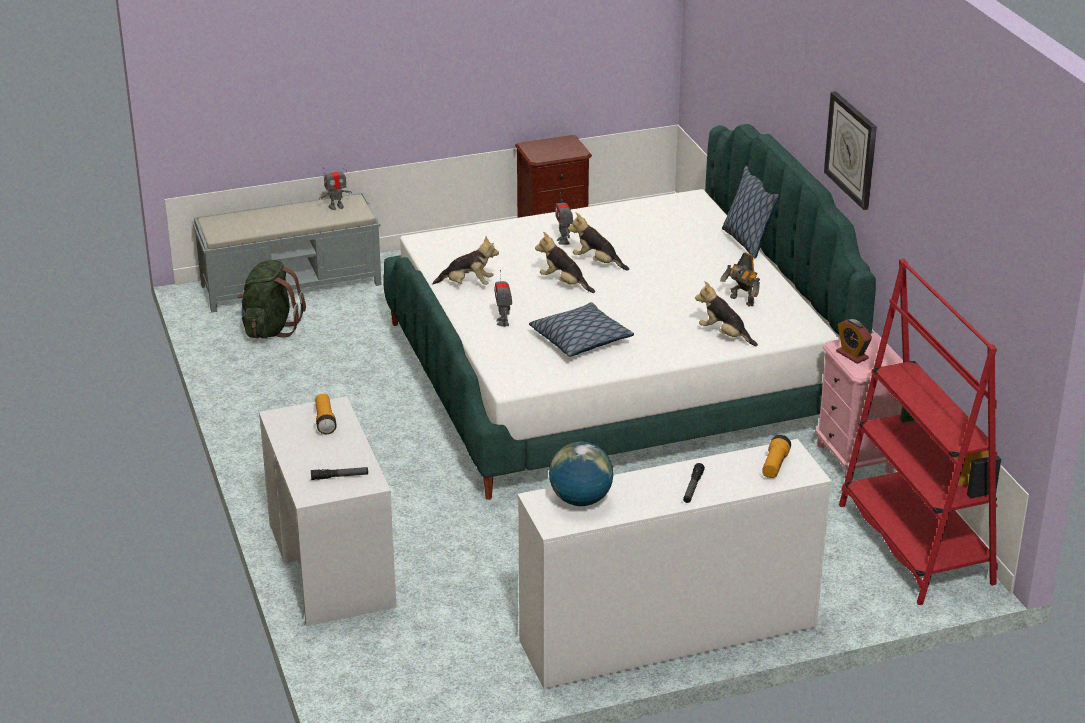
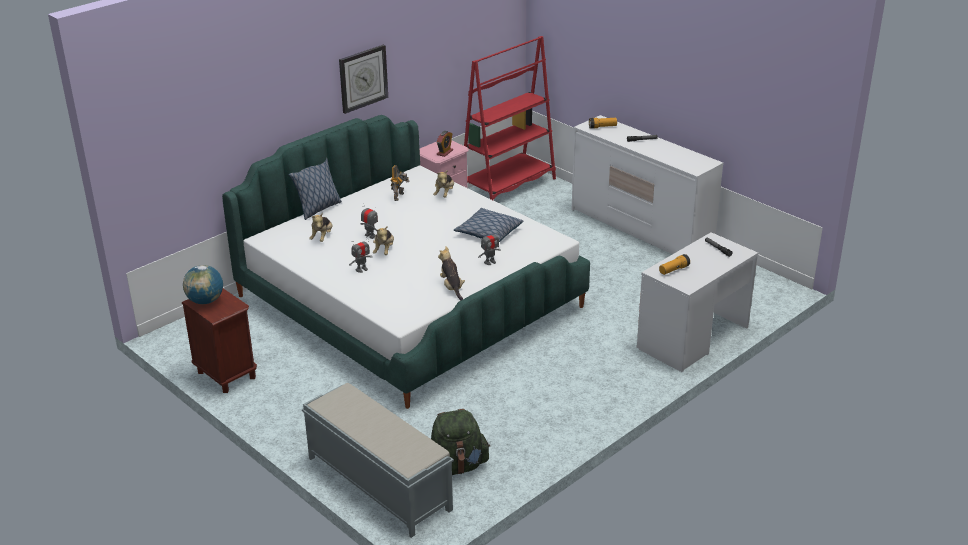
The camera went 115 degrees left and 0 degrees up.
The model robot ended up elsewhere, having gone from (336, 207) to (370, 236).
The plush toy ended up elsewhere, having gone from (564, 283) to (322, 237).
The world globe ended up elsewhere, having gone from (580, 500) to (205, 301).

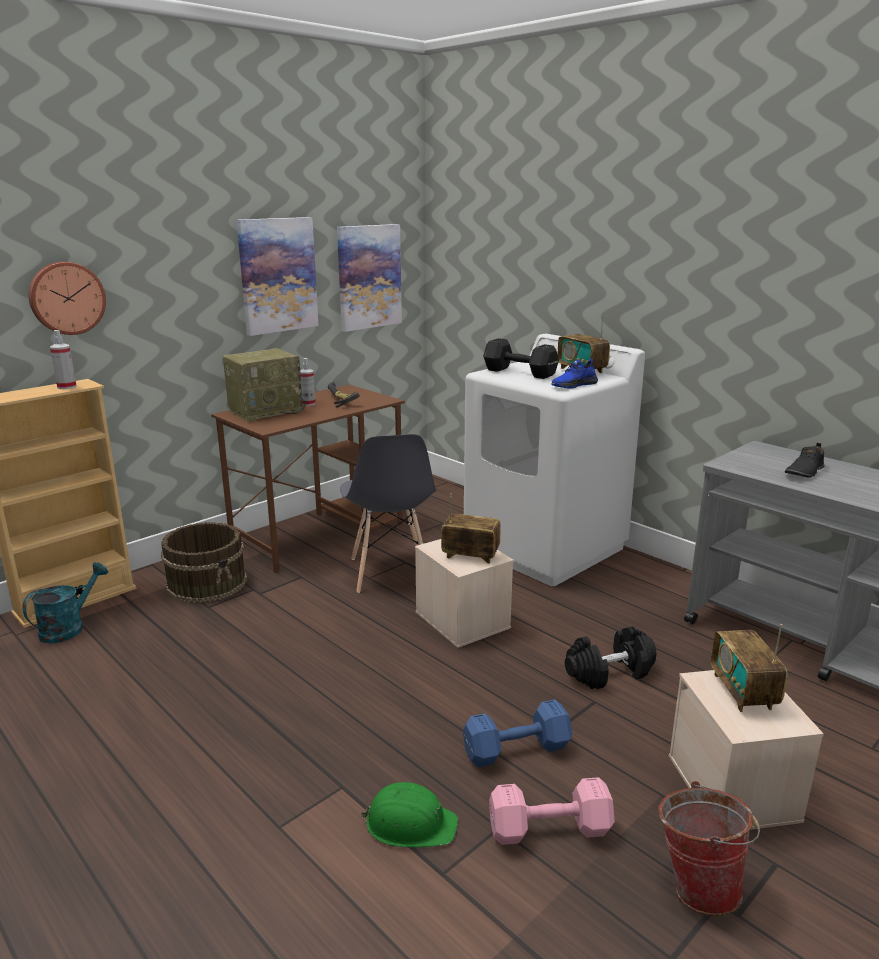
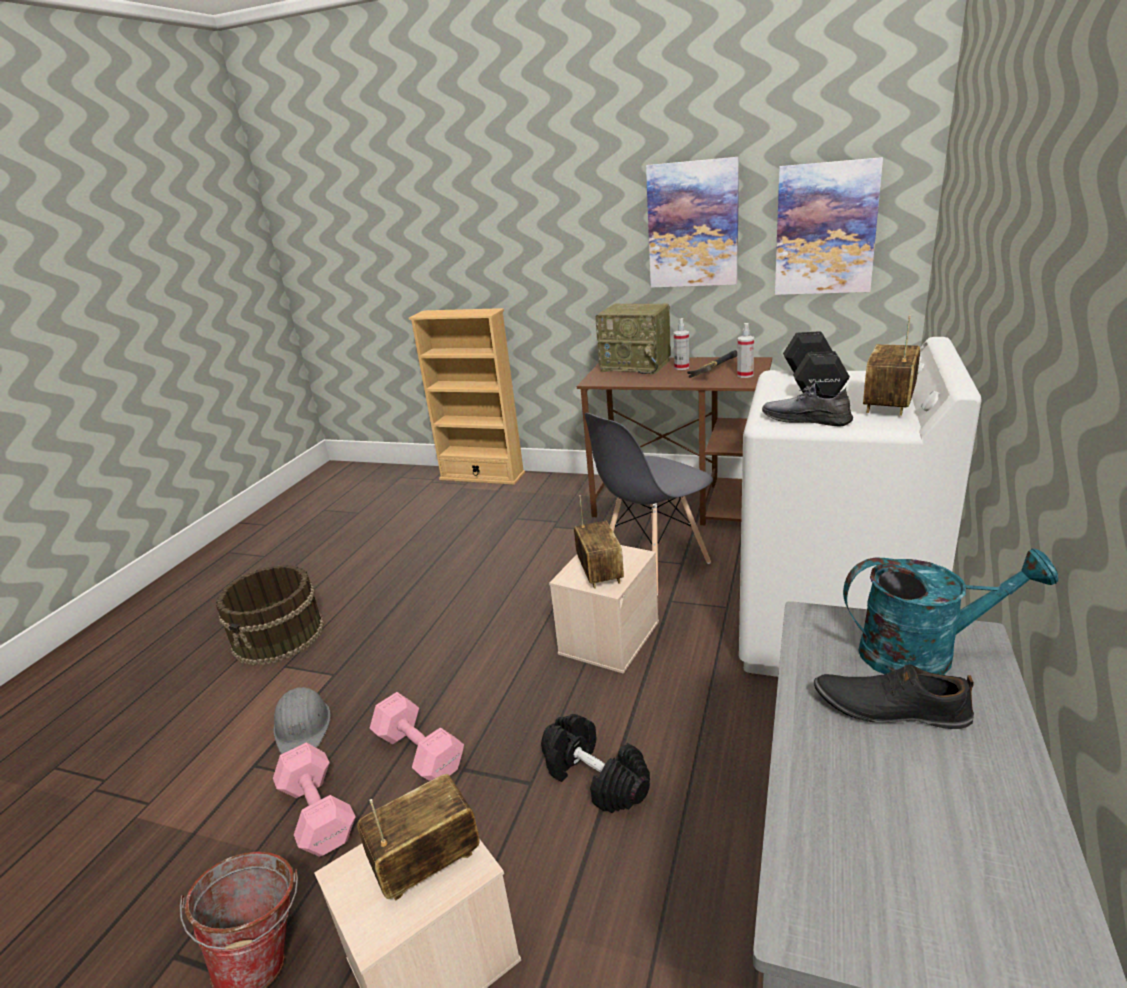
The camera went 65 degrees right and 5 degrees up.
The turquoise sprinkling can ended up elsewhere, having gone from (69, 627) to (923, 653).
The second view lost the hanging clock at (66, 298).
The hand sprayer ended up elsewhere, having gone from (67, 387) to (745, 375).
The brown-coloured water bucket ended up elsewhere, having gone from (207, 582) to (279, 635).
What was the green-coloured work helmet at (410, 824) turned into the greyish work helmet at (303, 726).
What was the blue-coloured hand weight at (519, 750) turned into the pink-coloured hand weight at (420, 754).
What was the blue-coloured low shoe at (573, 385) turned into the greyish low shoe at (806, 419).

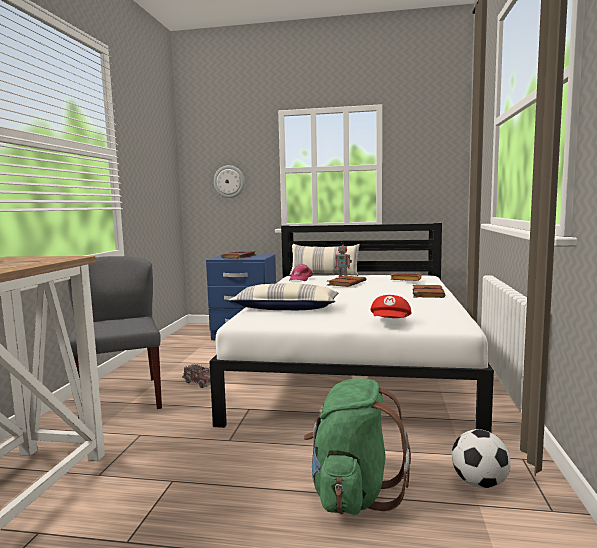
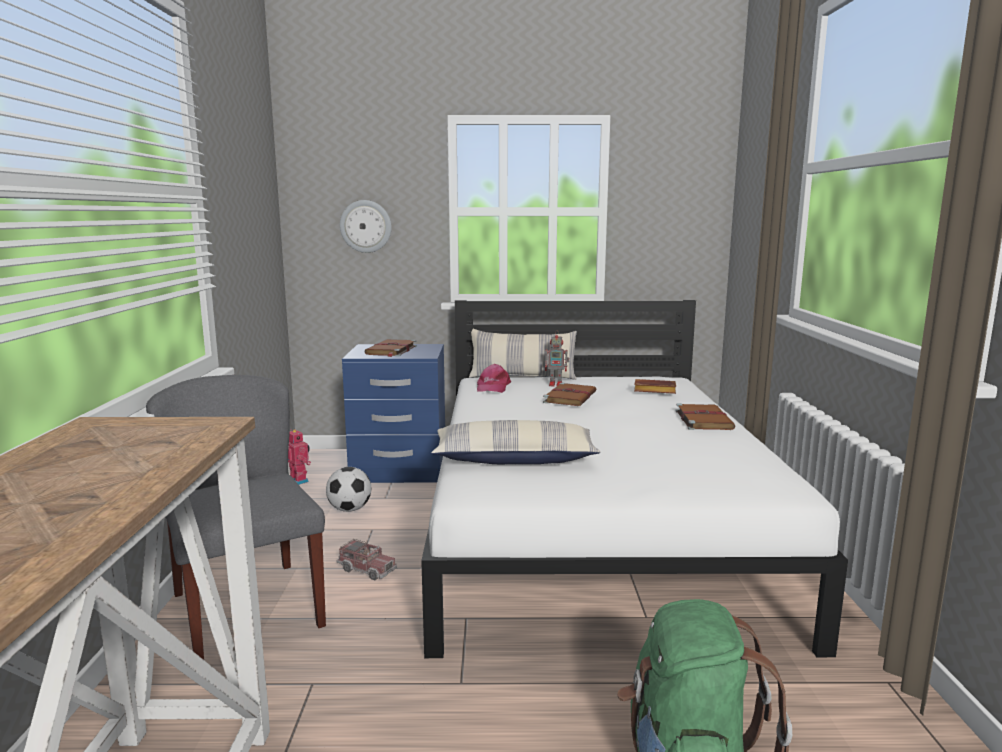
The camera went 10 degrees left and 5 degrees up.
The second view lost the red cap at (391, 323).
The ball for football ended up elsewhere, having gone from (479, 483) to (350, 509).
The second view gained the model robot at (299, 481).

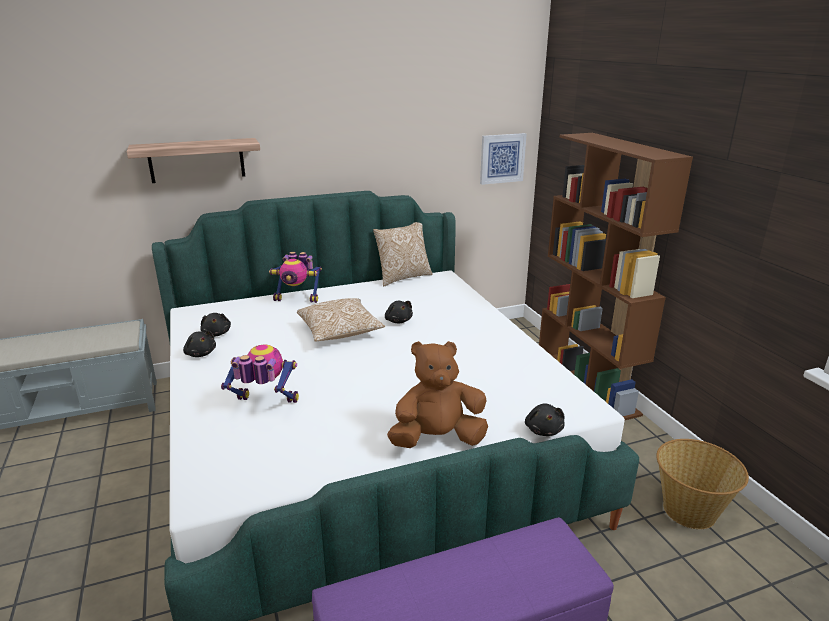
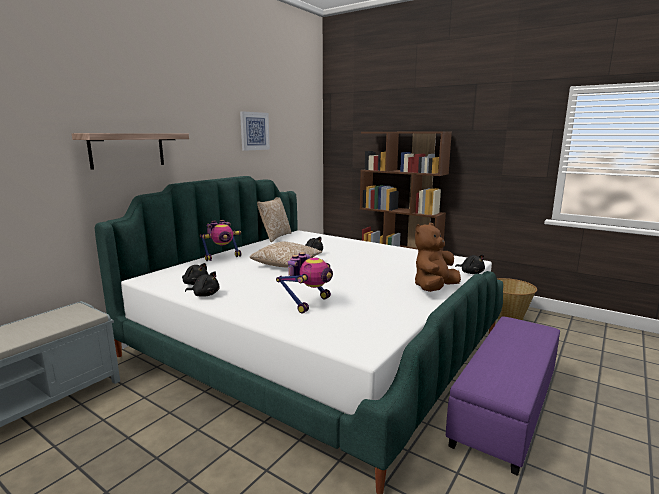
The camera went 35 degrees left and 10 degrees down.
The model robot at (265, 405) ended up facing another way, 150 degrees clockwise from before.
The picture ended up elsewhere, having gone from (502, 158) to (254, 131).

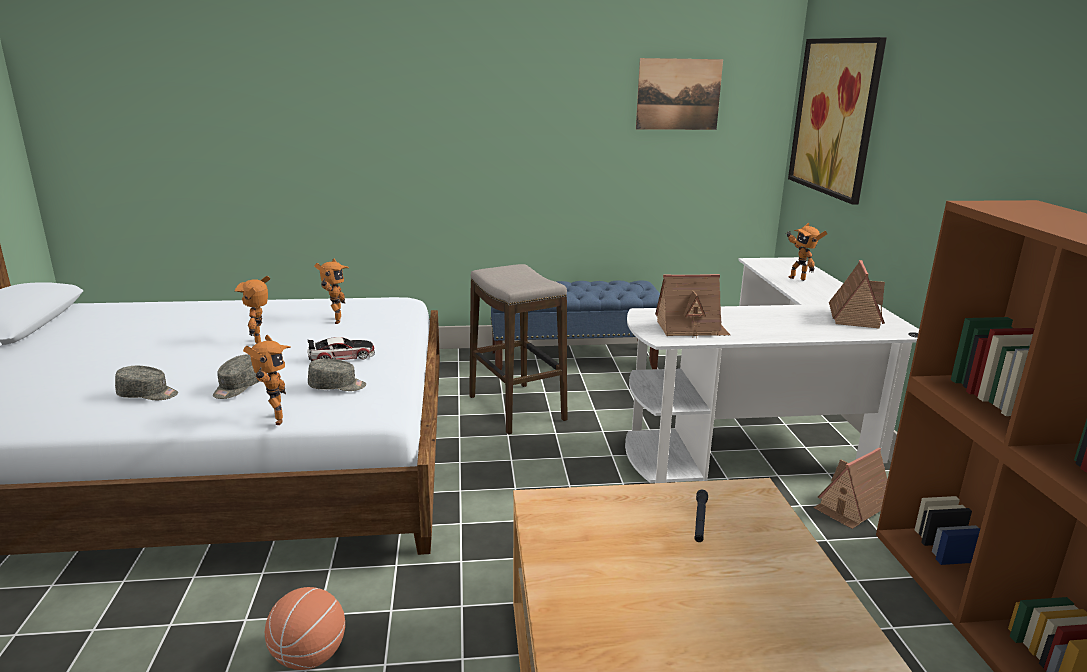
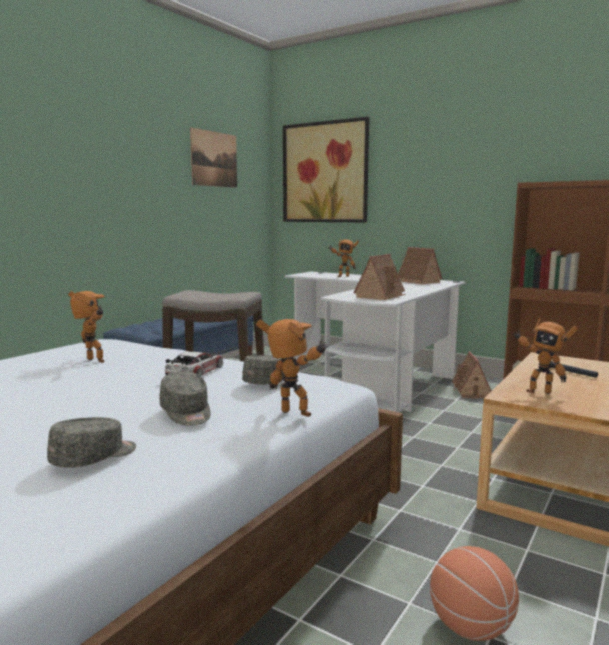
The camera went 50 degrees left and 10 degrees down.
The model robot ended up elsewhere, having gone from (261, 340) to (538, 391).

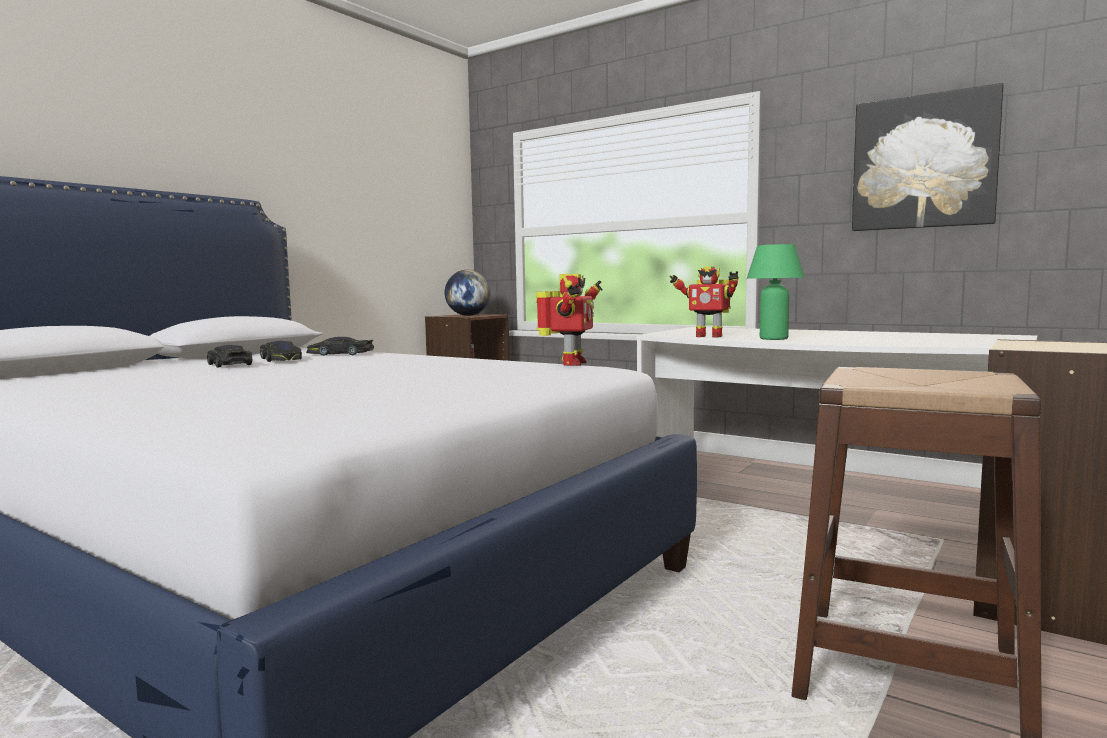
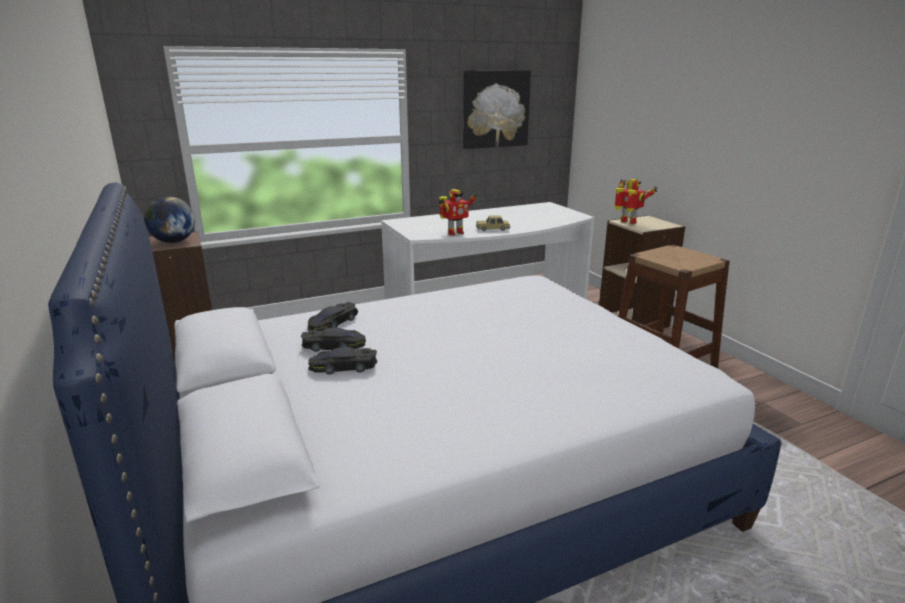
The camera went 60 degrees left and 15 degrees up.
The model robot ended up elsewhere, having gone from (570, 364) to (628, 222).
Where the green-coloured table lamp stood at (773, 339), the model car came to stand at (493, 229).

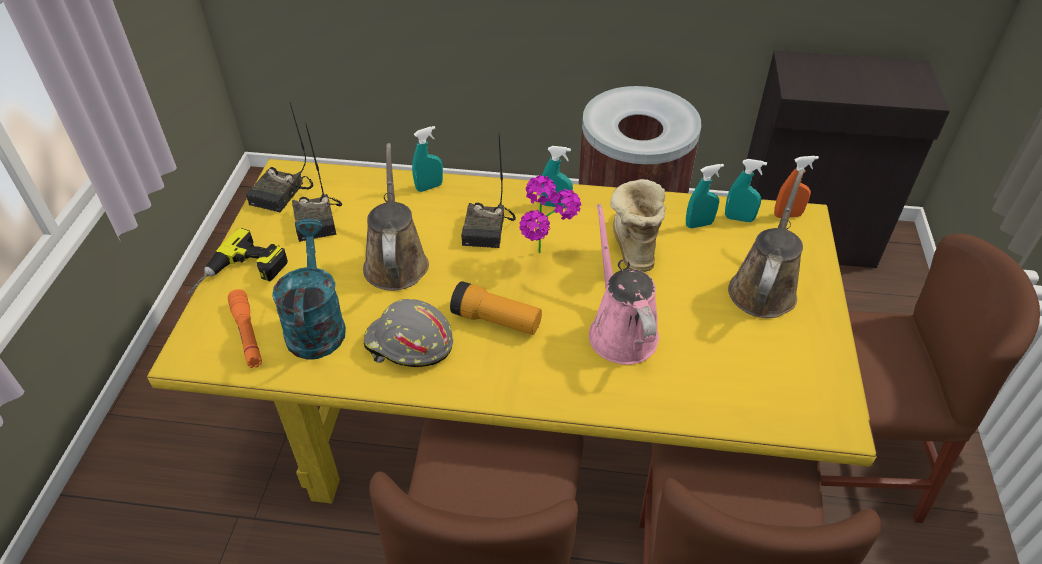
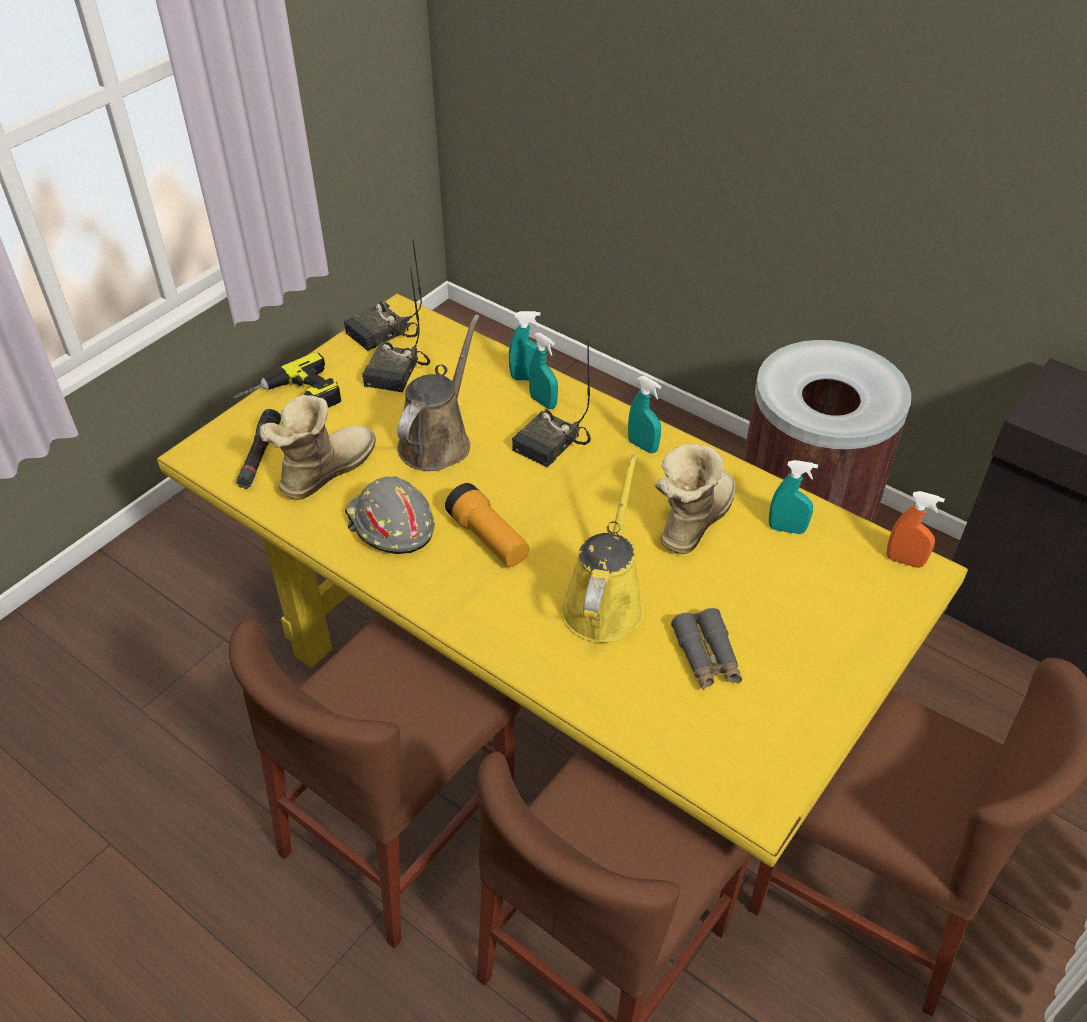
The camera went 30 degrees right and 0 degrees up.
What was the orangey hand torch at (247, 334) turned into the blackish hand torch at (259, 455).
Where the turquoise sprinkling can stood at (316, 324), the boot came to stand at (323, 471).
The second view lost the houseplant at (547, 259).
What was the pink-coloured sprinkling can at (620, 330) turned into the yellow sprinkling can at (604, 602).
The turquoise hand sprayer ended up elsewhere, having gone from (739, 218) to (543, 402).
The second view lost the brown-coloured sprinkling can at (763, 288).
The second view gained the greyish binoculars at (707, 657).

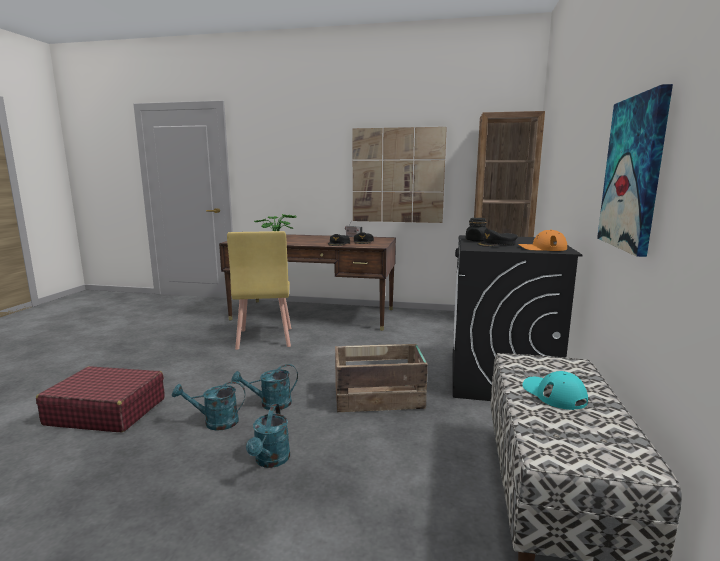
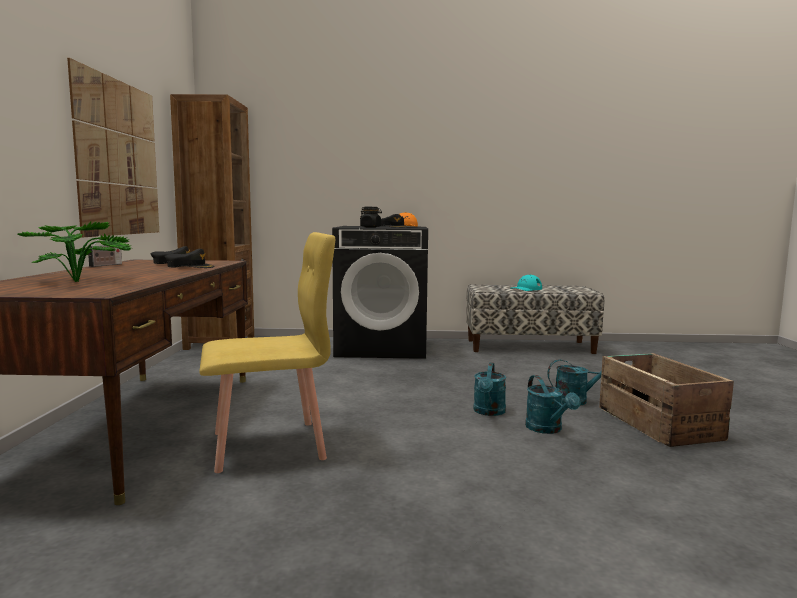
The camera went 100 degrees left and 5 degrees down.
The second view lost the red travel case at (106, 411).
The turquoise sprinkling can at (270, 404) ended up facing another way, 45 degrees clockwise from before.
The crate ended up elsewhere, having gone from (380, 398) to (657, 423).
The second view lost the picture at (633, 173).

